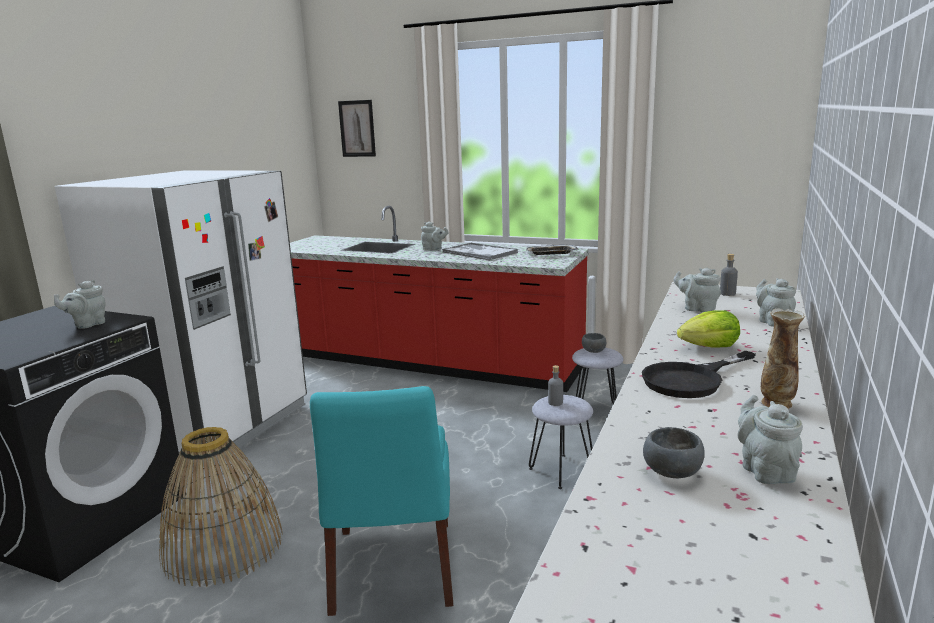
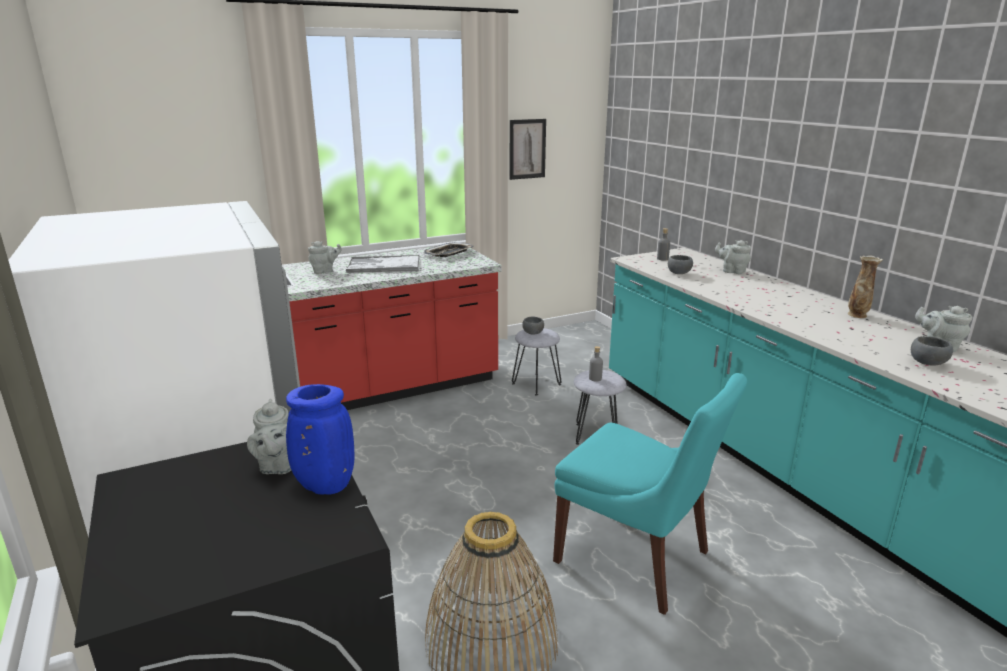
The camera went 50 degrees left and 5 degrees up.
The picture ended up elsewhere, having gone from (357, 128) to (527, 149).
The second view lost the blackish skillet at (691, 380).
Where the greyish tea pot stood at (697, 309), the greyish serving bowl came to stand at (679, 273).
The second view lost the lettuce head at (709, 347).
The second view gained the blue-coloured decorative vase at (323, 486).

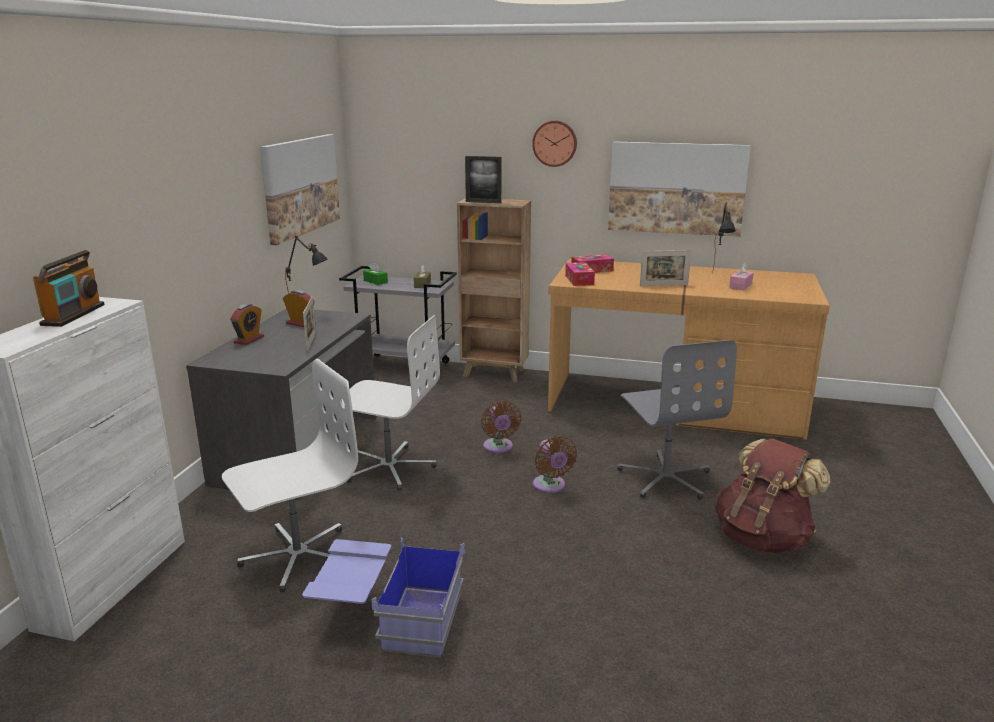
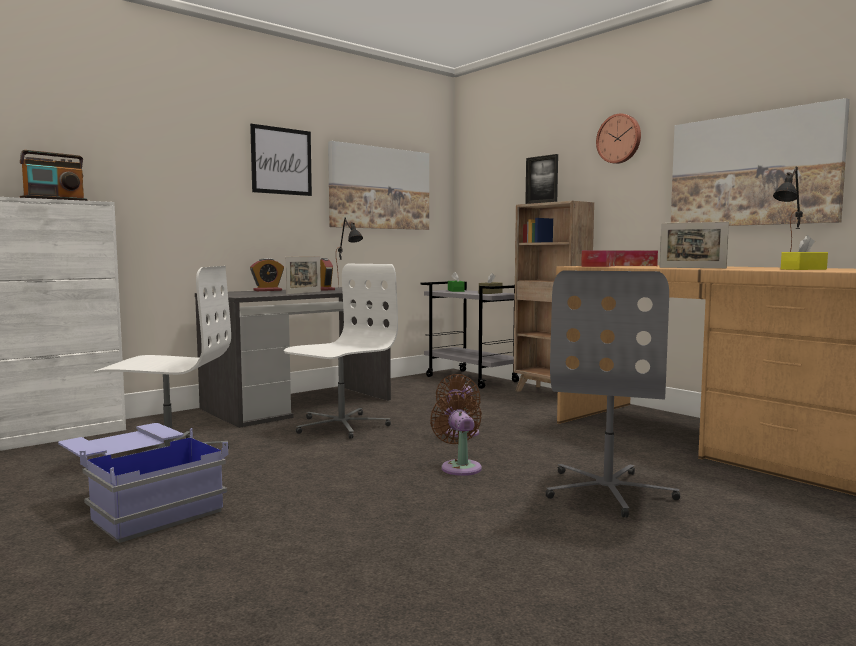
The camera went 35 degrees right and 15 degrees down.
The white-coloured desk chair at (389, 467) ended up facing another way, 105 degrees counterclockwise from before.
The brown-coloured fan at (550, 486) ended up facing another way, 150 degrees clockwise from before.
The second view lost the brown-coloured backpack at (763, 538).
What was the pink-coloured tissue box at (740, 286) turned into the yellow tissue box at (803, 269).
The second view gained the picture at (281, 161).

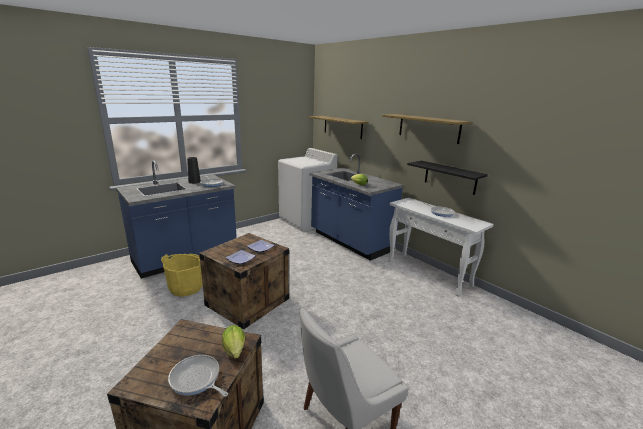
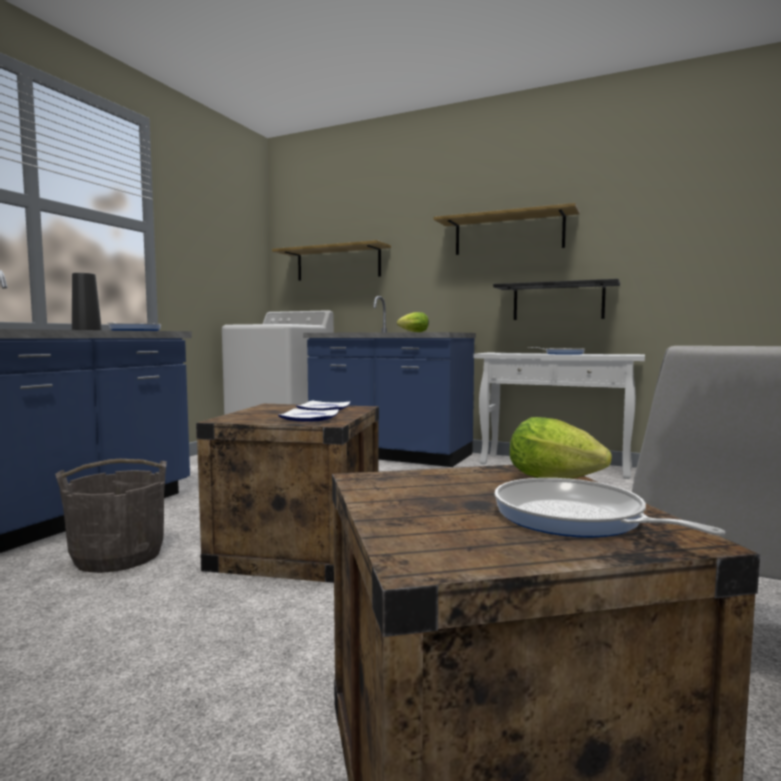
The camera went 25 degrees left and 15 degrees down.
What was the yellow water bucket at (186, 287) turned into the greyish water bucket at (118, 556).
The skillet at (196, 379) ended up facing another way, 45 degrees clockwise from before.

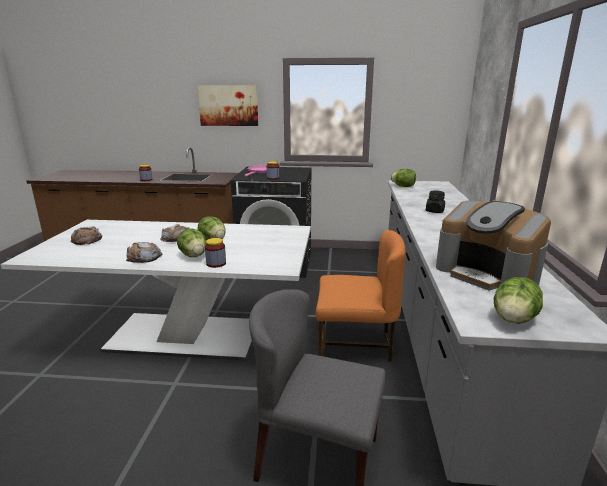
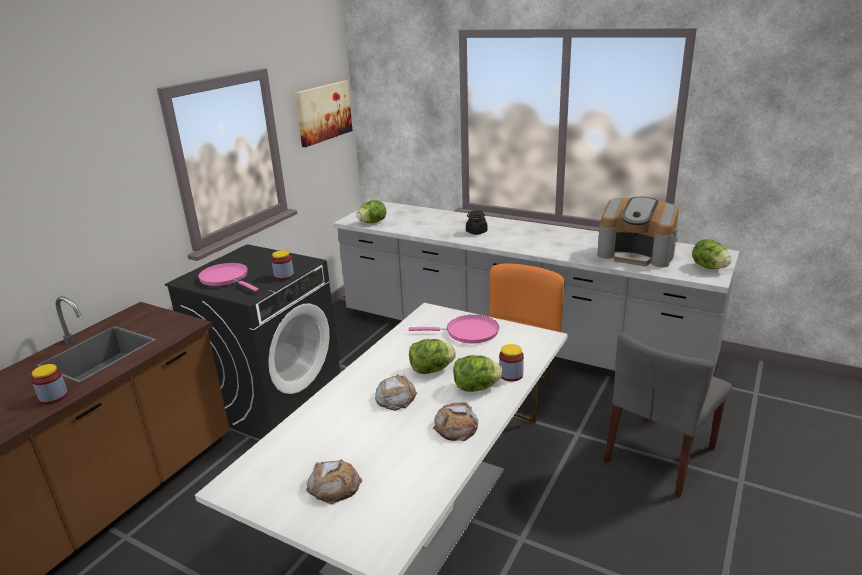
The camera went 65 degrees left and 5 degrees up.
The picture ended up elsewhere, having gone from (228, 105) to (323, 112).
The coffee maker at (487, 274) ended up facing another way, 45 degrees clockwise from before.
The second view gained the pink-coloured skillet at (468, 332).

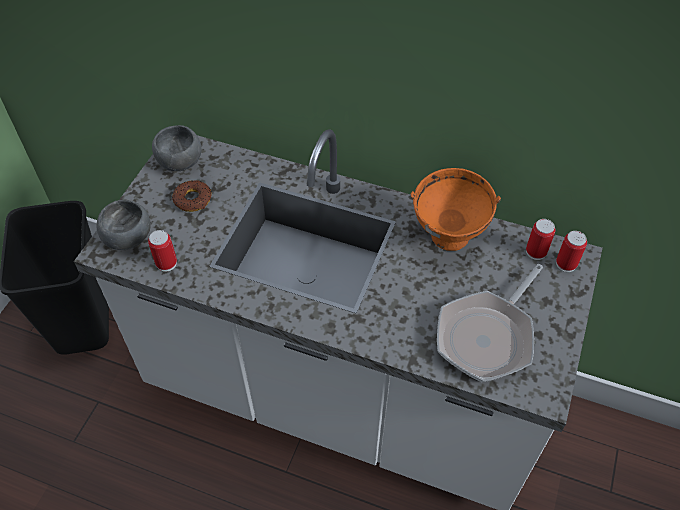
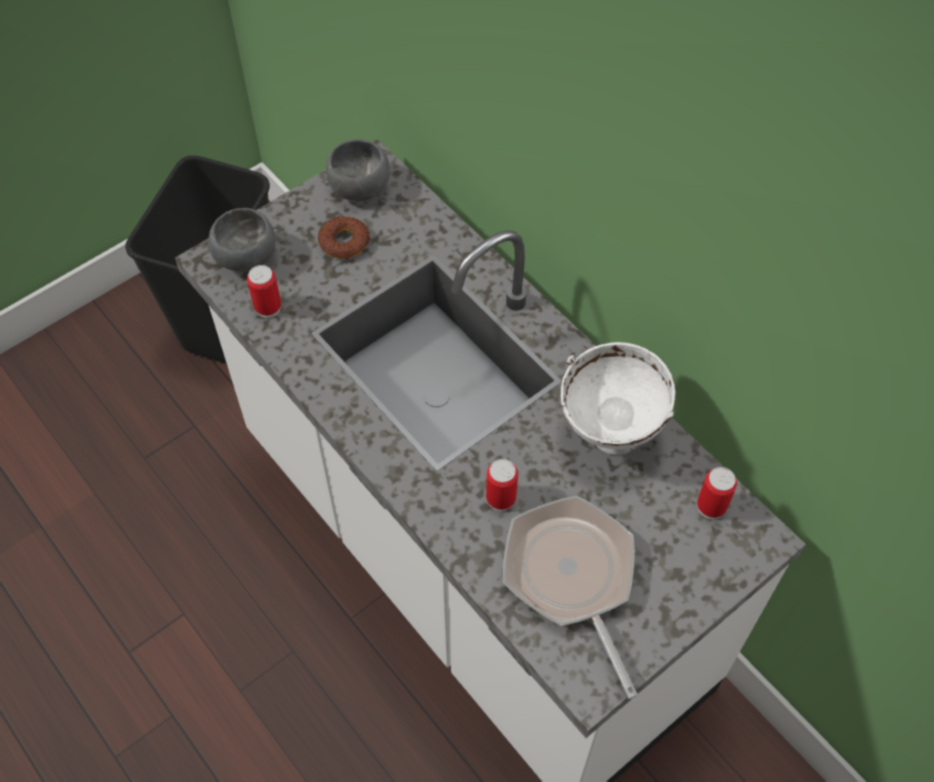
The camera went 30 degrees right and 5 degrees up.
What was the orangey serving bowl at (448, 240) turned into the white-coloured serving bowl at (610, 437).
The skillet at (488, 336) ended up facing another way, 90 degrees clockwise from before.
The sealed can ended up elsewhere, having gone from (566, 264) to (501, 498).

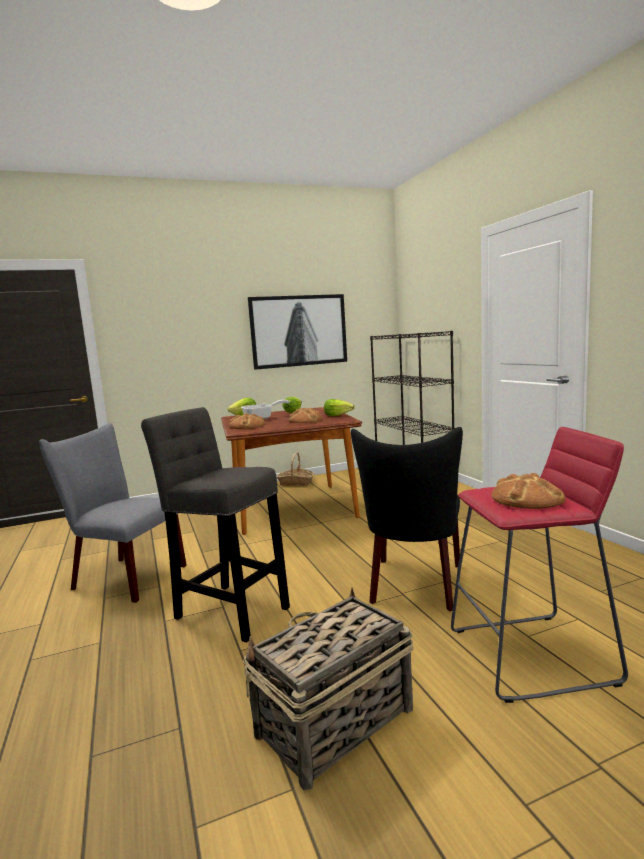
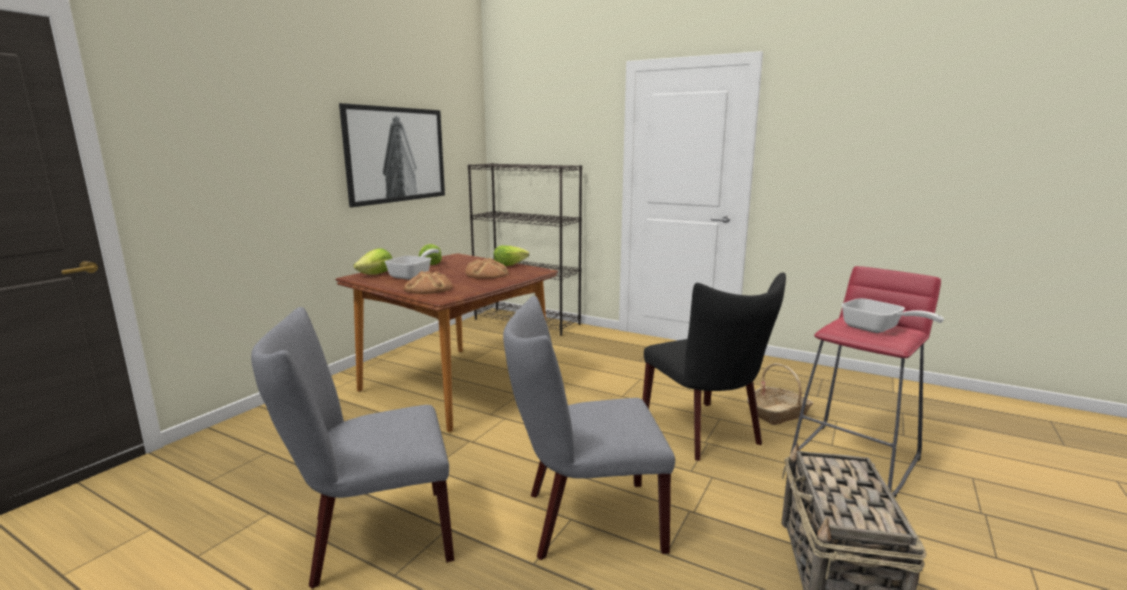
The camera went 40 degrees left and 5 degrees up.
Where the greyish stool stood at (228, 610), the greyish upright chair came to stand at (584, 520).
The basket ended up elsewhere, having gone from (296, 482) to (778, 413).
Where the baked bread stood at (526, 498), the skillet came to stand at (877, 329).

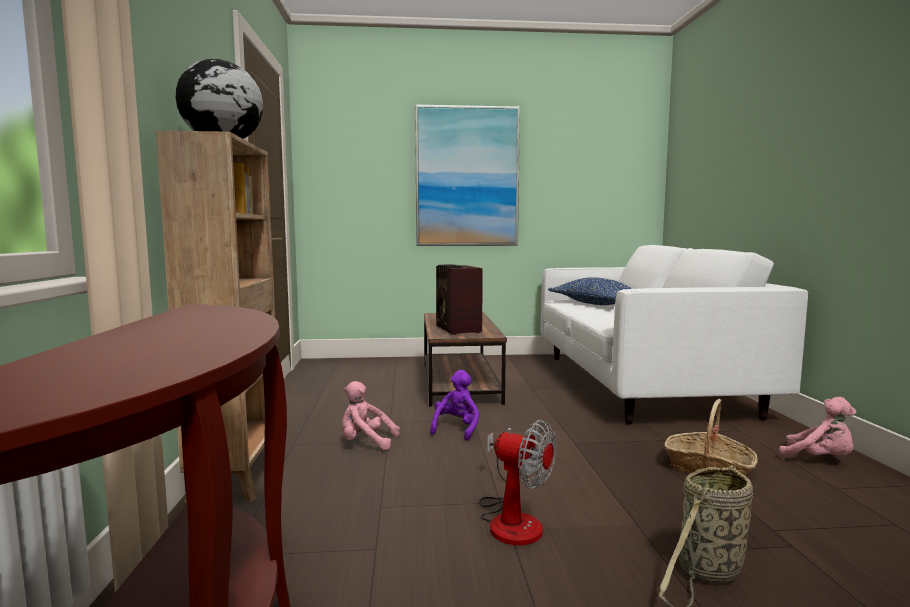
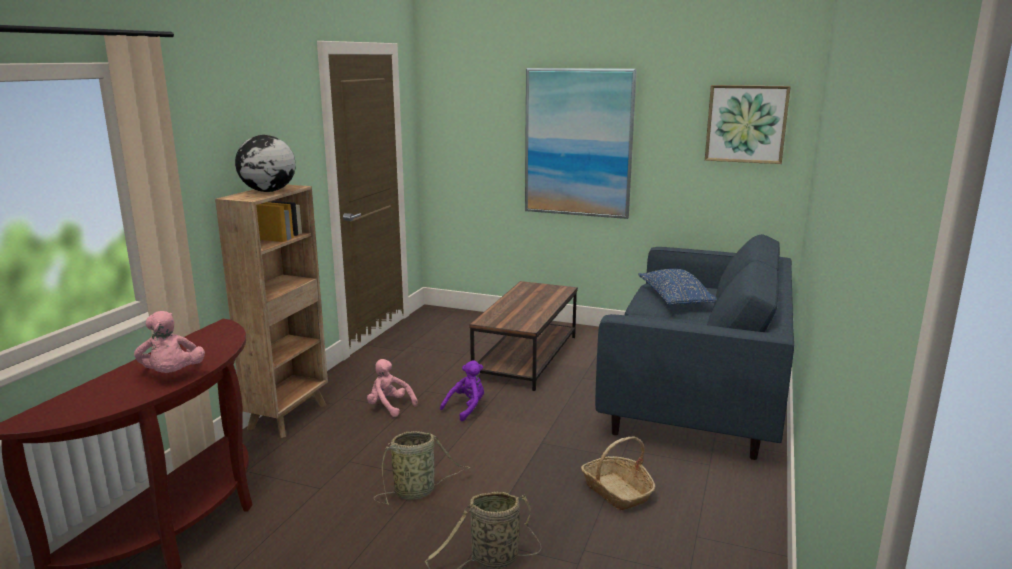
The camera went 25 degrees right and 10 degrees up.
The second view lost the radio set at (457, 329).
Where the fan stood at (511, 519), the basket came to stand at (417, 491).
What was the white-coloured couch at (638, 383) turned into the blue-coloured couch at (696, 391).
The pink-coloured plush toy ended up elsewhere, having gone from (819, 459) to (172, 375).
The second view gained the picture at (746, 124).

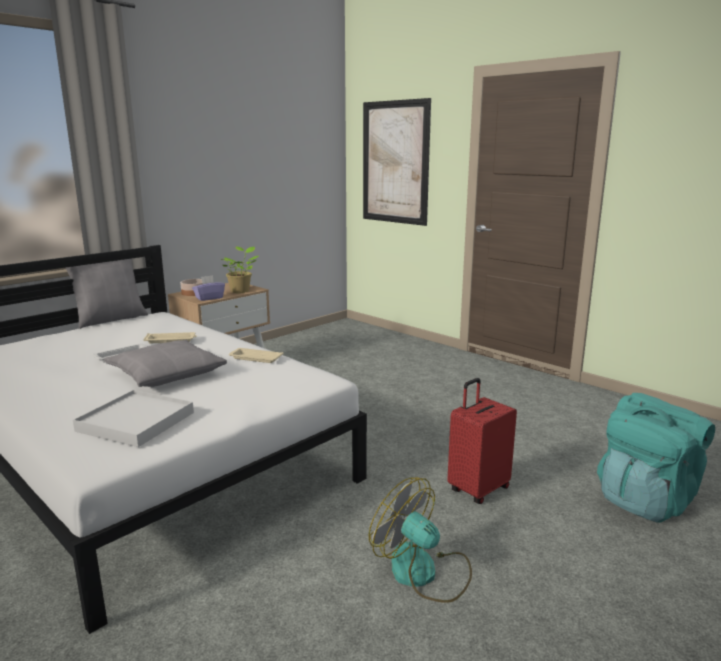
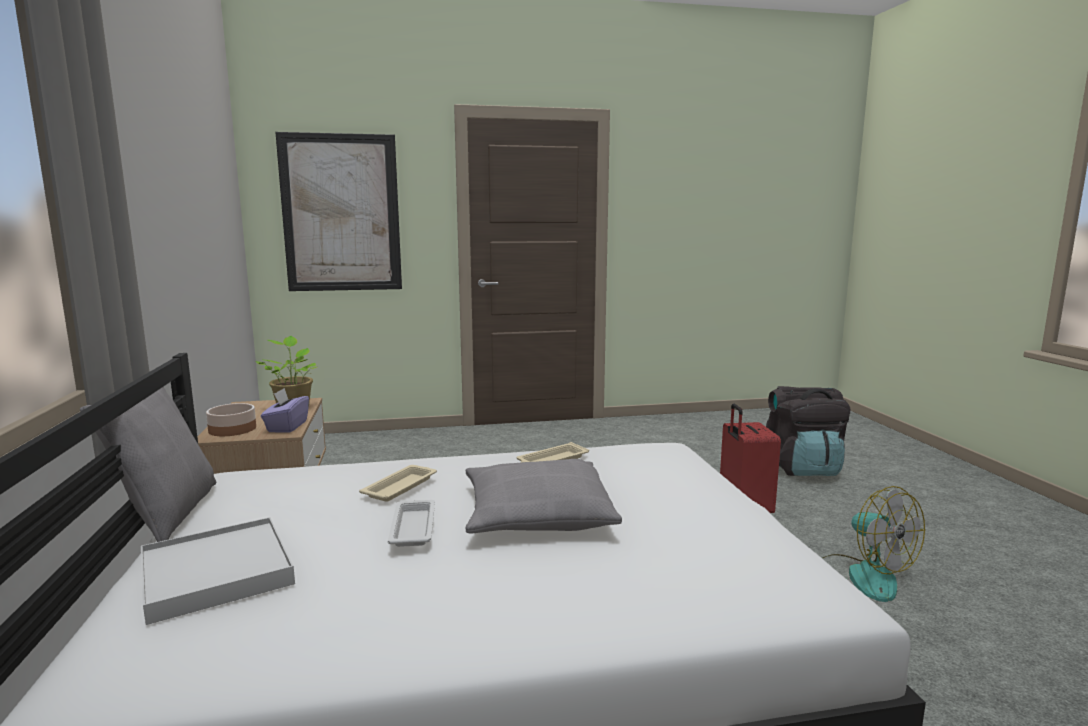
The camera went 55 degrees left and 5 degrees down.
The white-coloured serving tray ended up elsewhere, having gone from (136, 422) to (217, 573).
The fan at (423, 573) ended up facing another way, 105 degrees counterclockwise from before.
What was the turquoise backpack at (646, 500) turned into the blackish backpack at (803, 468).

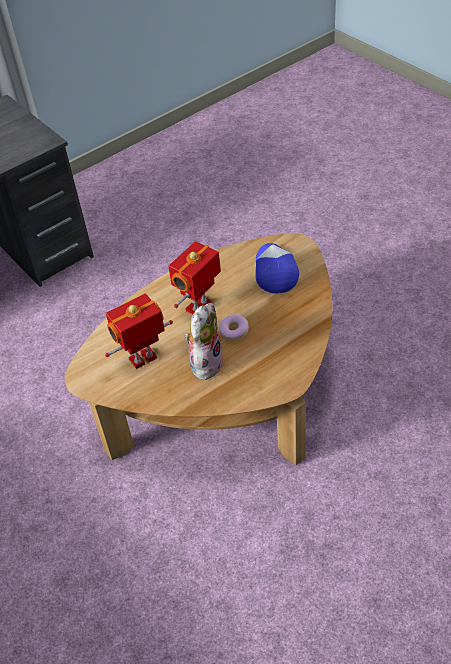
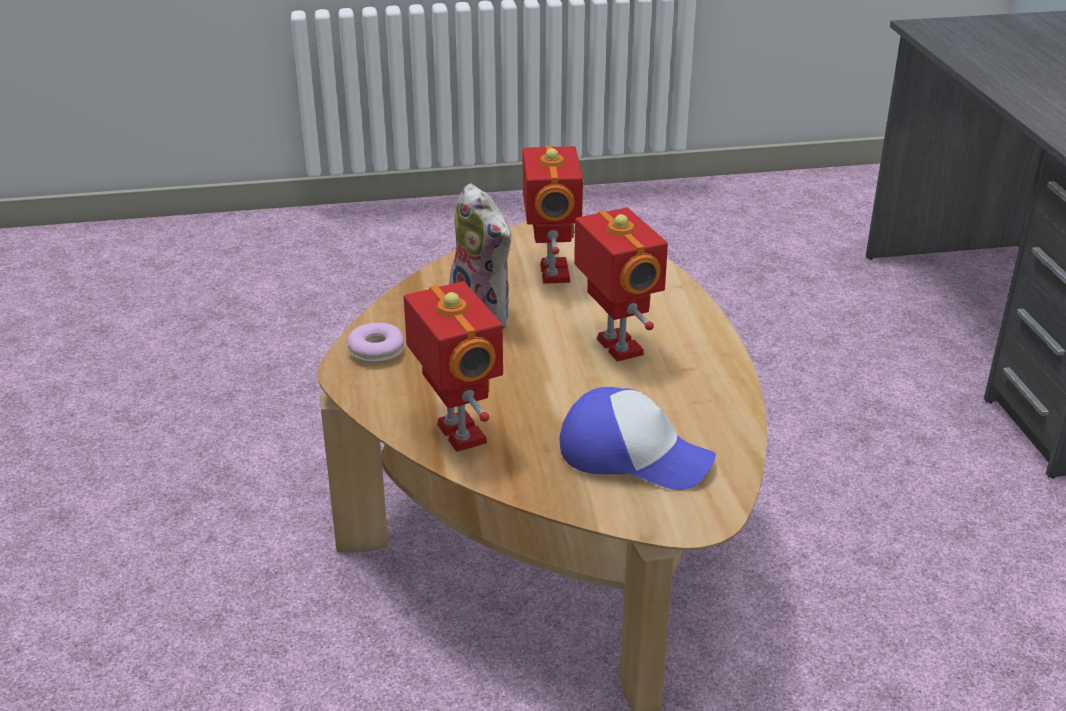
The camera went 115 degrees right and 15 degrees down.
The ring doughnut ended up elsewhere, having gone from (234, 331) to (376, 351).
The second view gained the model robot at (457, 434).

